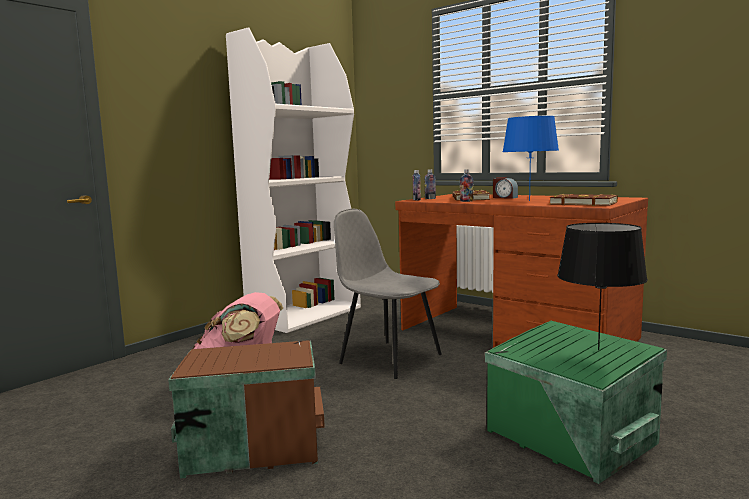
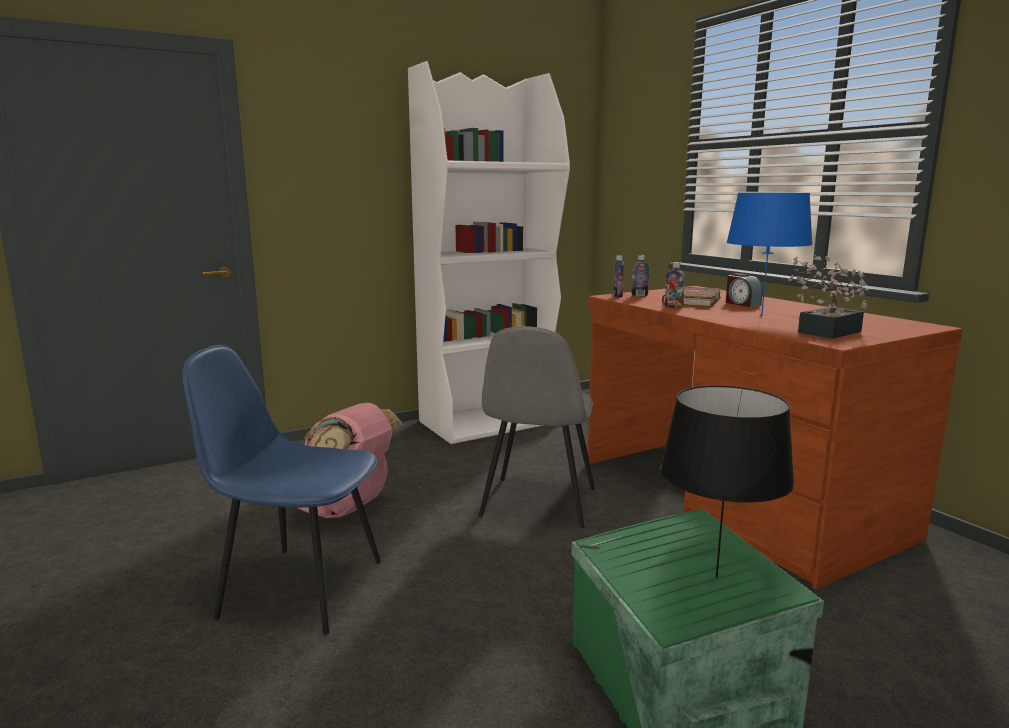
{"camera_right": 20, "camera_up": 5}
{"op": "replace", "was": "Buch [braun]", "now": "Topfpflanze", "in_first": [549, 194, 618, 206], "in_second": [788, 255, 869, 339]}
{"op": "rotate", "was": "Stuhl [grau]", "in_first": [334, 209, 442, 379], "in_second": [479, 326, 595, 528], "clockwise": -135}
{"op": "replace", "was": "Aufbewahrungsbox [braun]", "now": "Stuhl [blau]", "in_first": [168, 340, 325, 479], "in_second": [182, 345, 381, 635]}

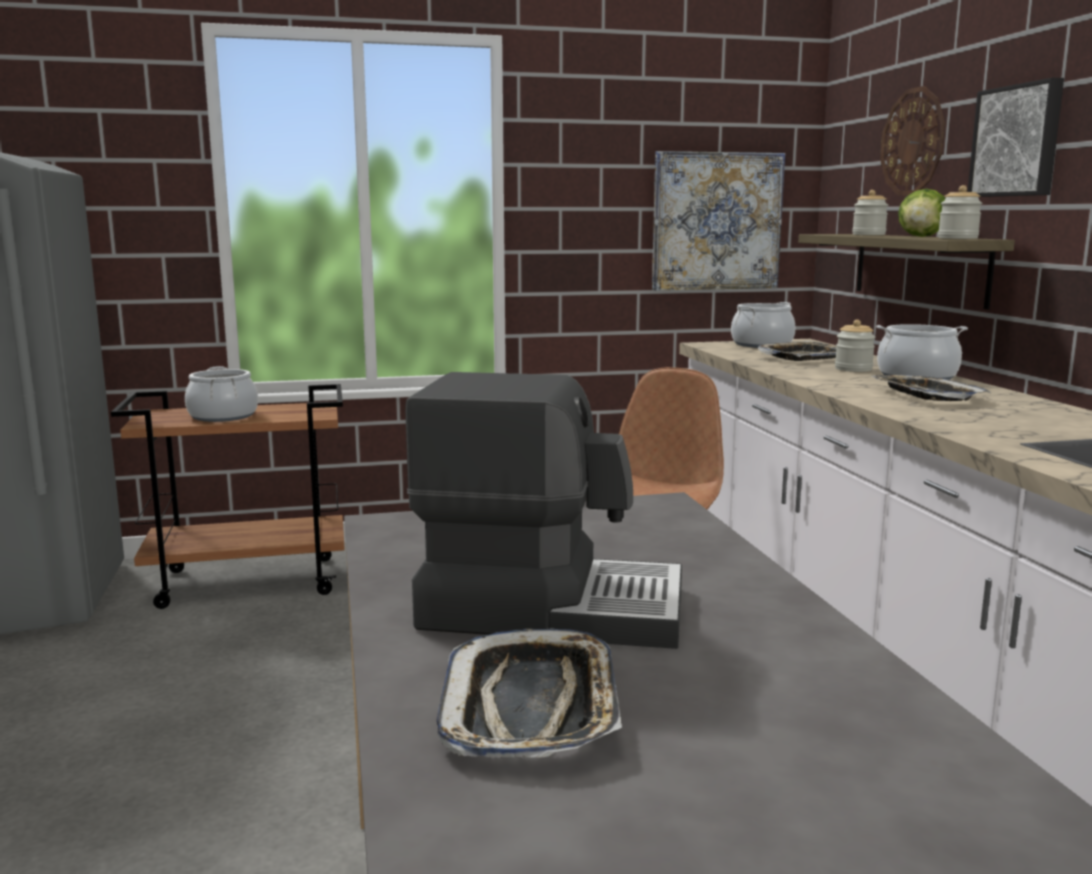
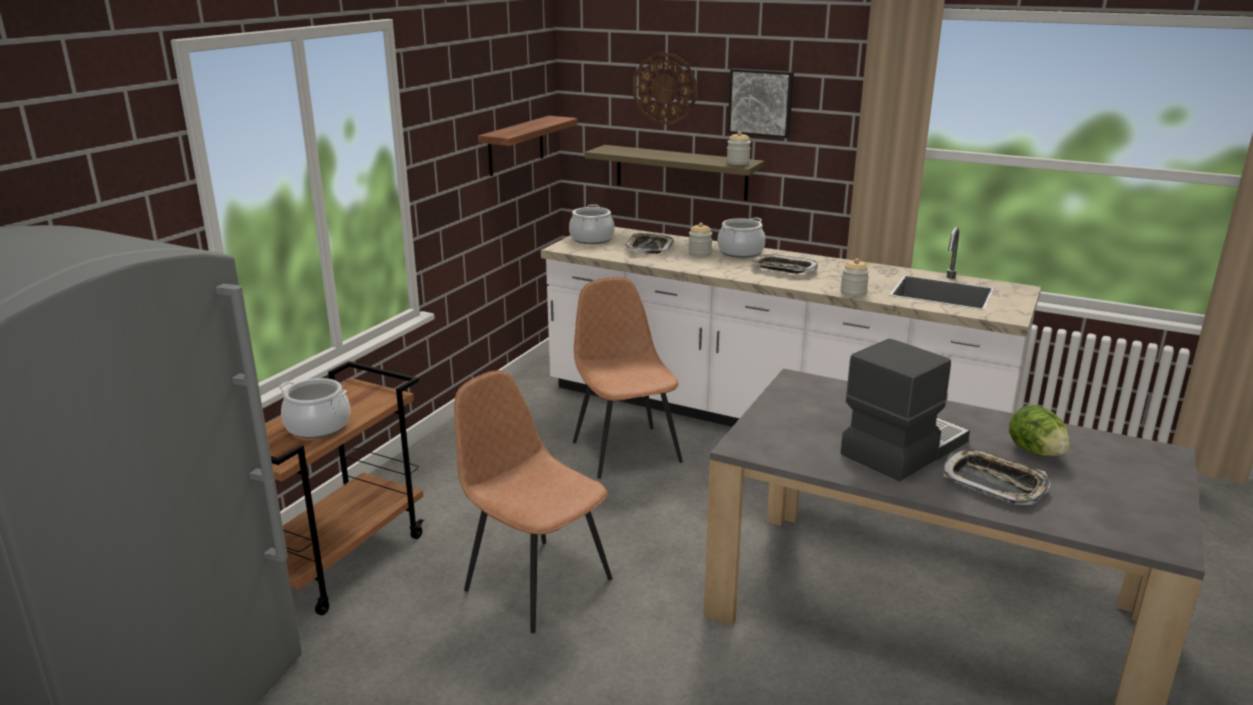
{"camera_right": -50, "camera_up": 10}
{"op": "replace", "was": "Bild", "now": "Wandregal", "in_first": [652, 151, 785, 290], "in_second": [478, 116, 578, 176]}
{"op": "move", "was": "Salatkopf", "in_first": [898, 189, 945, 237], "in_second": [1009, 405, 1070, 456]}
{"op": "move", "was": "Vorratsglas", "in_first": [852, 190, 888, 235], "in_second": [840, 258, 869, 297]}
{"op": "insert", "now": "Stuhl [braun]", "in_second": [454, 370, 612, 633]}

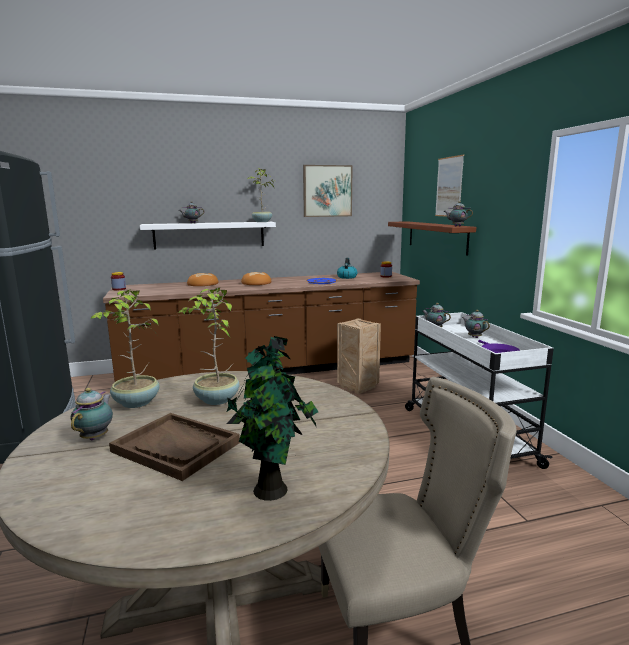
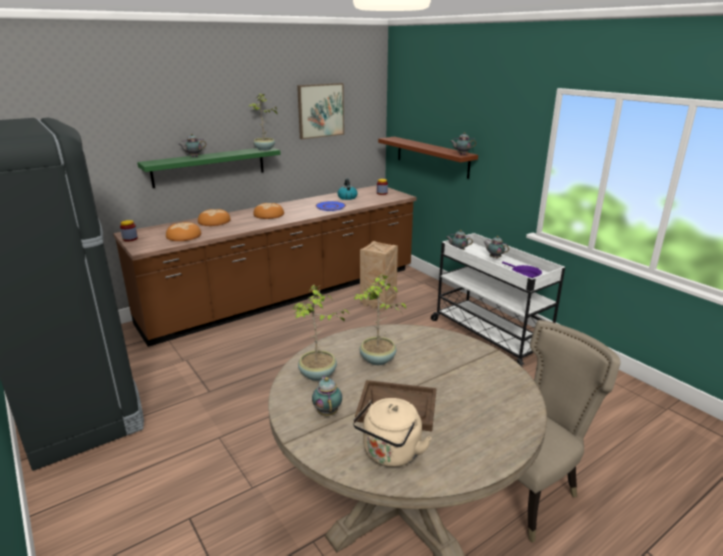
{"camera_right": -20, "camera_up": 10}
{"op": "delete", "was": "Bild", "in_first": [435, 155, 464, 217]}
{"op": "recolor", "was": "Wandregal [weiß]", "now": "Wandregal [grün]", "in_first": [140, 222, 276, 250], "in_second": [137, 147, 281, 188]}
{"op": "delete", "was": "Topfpflanze", "in_first": [227, 336, 318, 501]}
{"op": "insert", "now": "Brot", "in_second": [166, 222, 201, 241]}
{"op": "insert", "now": "Wasserkessel [beige]", "in_second": [353, 398, 432, 467]}

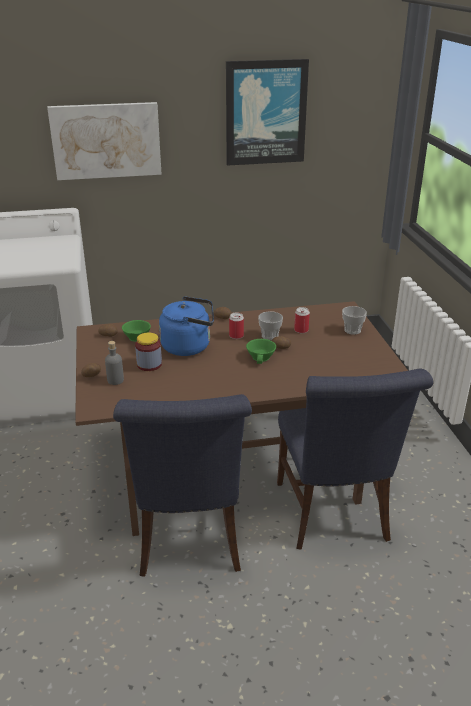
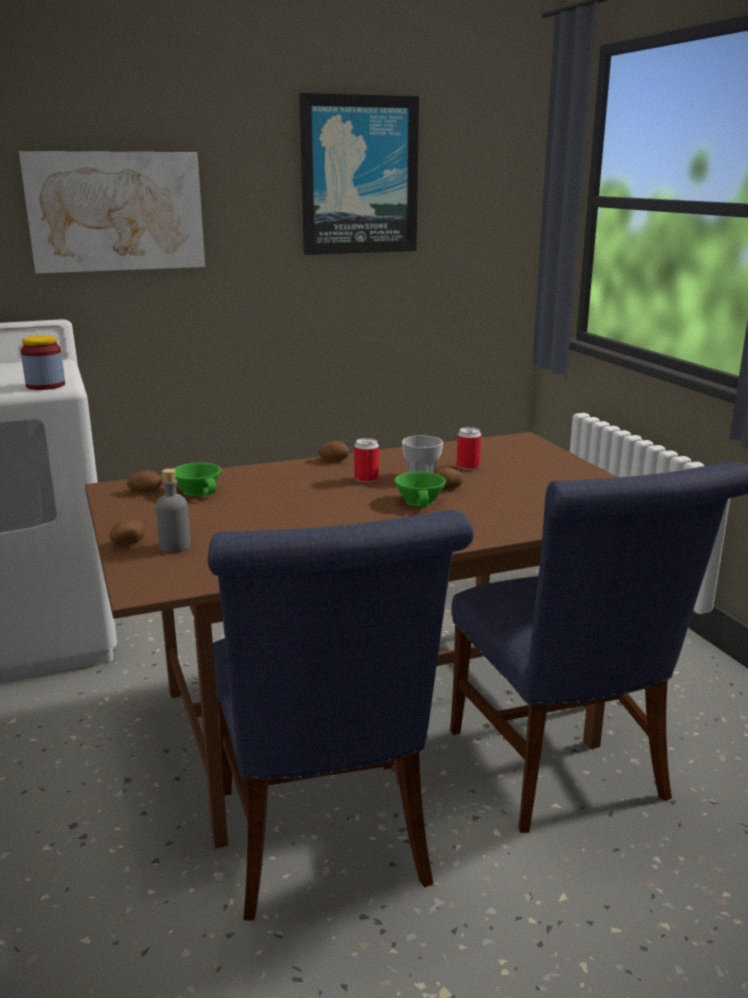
{"camera_right": -10, "camera_up": -10}
{"op": "delete", "was": "Wasserkessel [blau]", "in_first": [159, 296, 214, 356]}
{"op": "delete", "was": "Tasse", "in_first": [342, 306, 367, 335]}
{"op": "move", "was": "Vorratsglas", "in_first": [135, 332, 162, 371], "in_second": [21, 335, 65, 390]}

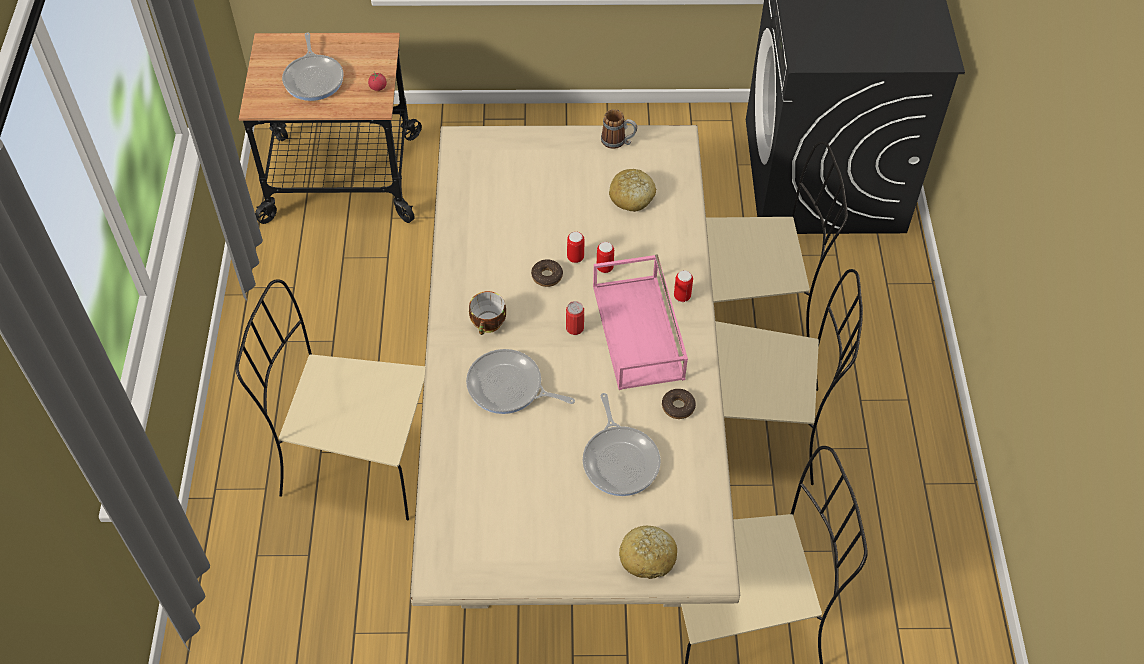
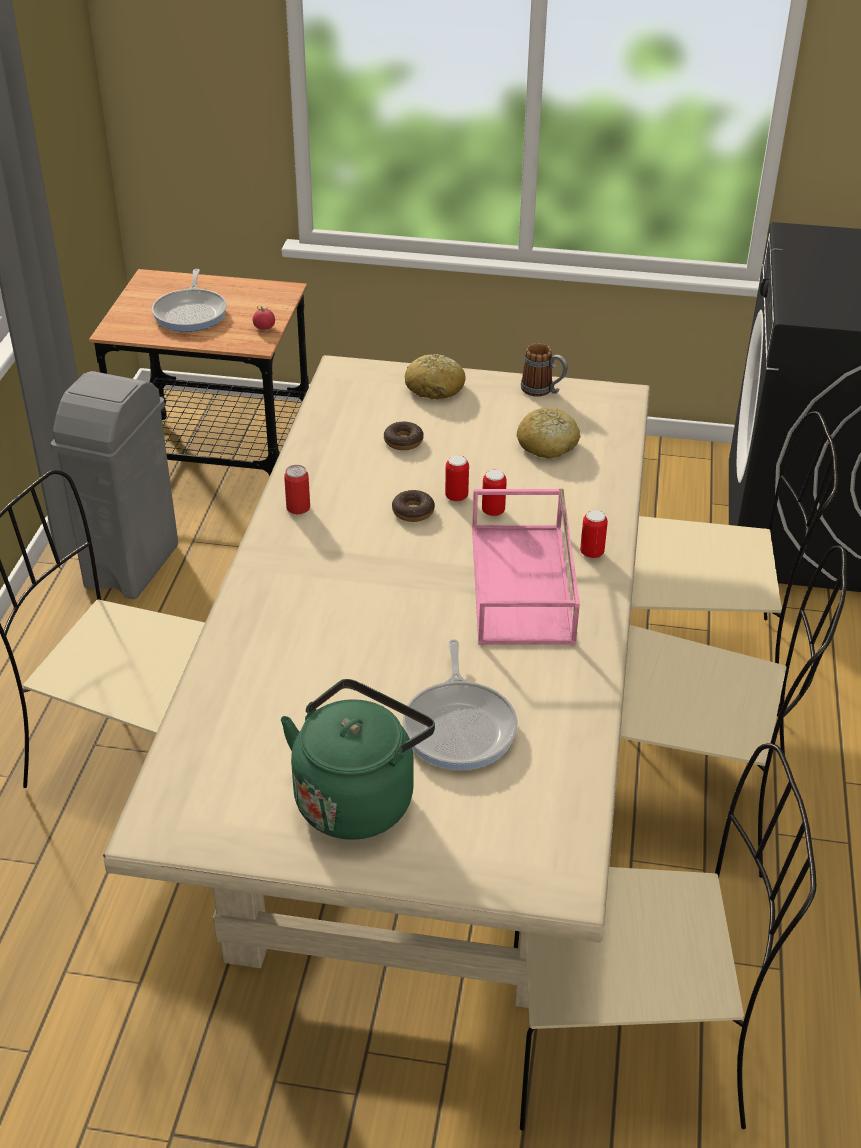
{"camera_right": 10, "camera_up": -15}
{"op": "delete", "was": "Tasse", "in_first": [469, 291, 506, 335]}
{"op": "move", "was": "Dose", "in_first": [566, 301, 584, 335], "in_second": [284, 465, 310, 514]}
{"op": "delete", "was": "Pfanne", "in_first": [466, 349, 575, 414]}
{"op": "move", "was": "Donut", "in_first": [662, 389, 696, 419], "in_second": [384, 421, 424, 450]}
{"op": "move", "was": "Brot", "in_first": [619, 525, 677, 579], "in_second": [405, 354, 466, 400]}
{"op": "insert", "now": "Mülleimer [grau]", "in_second": [51, 371, 178, 599]}
{"op": "insert", "now": "Wasserkessel [grün]", "in_second": [281, 679, 435, 840]}

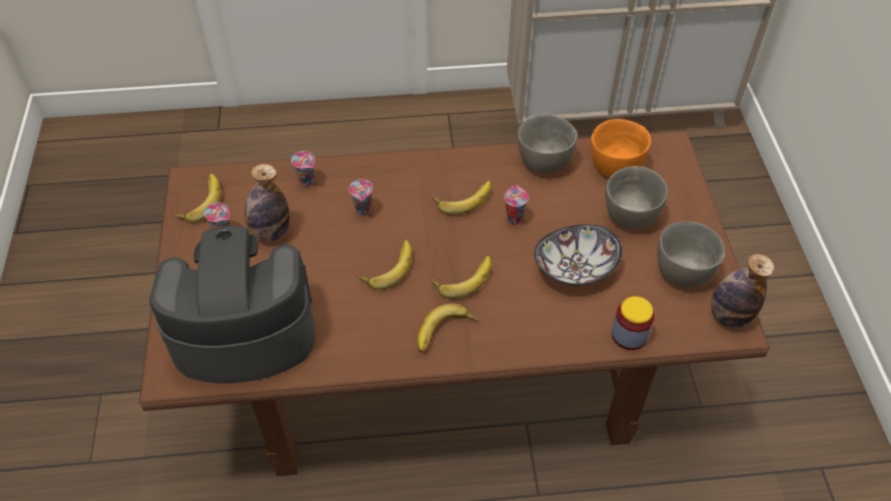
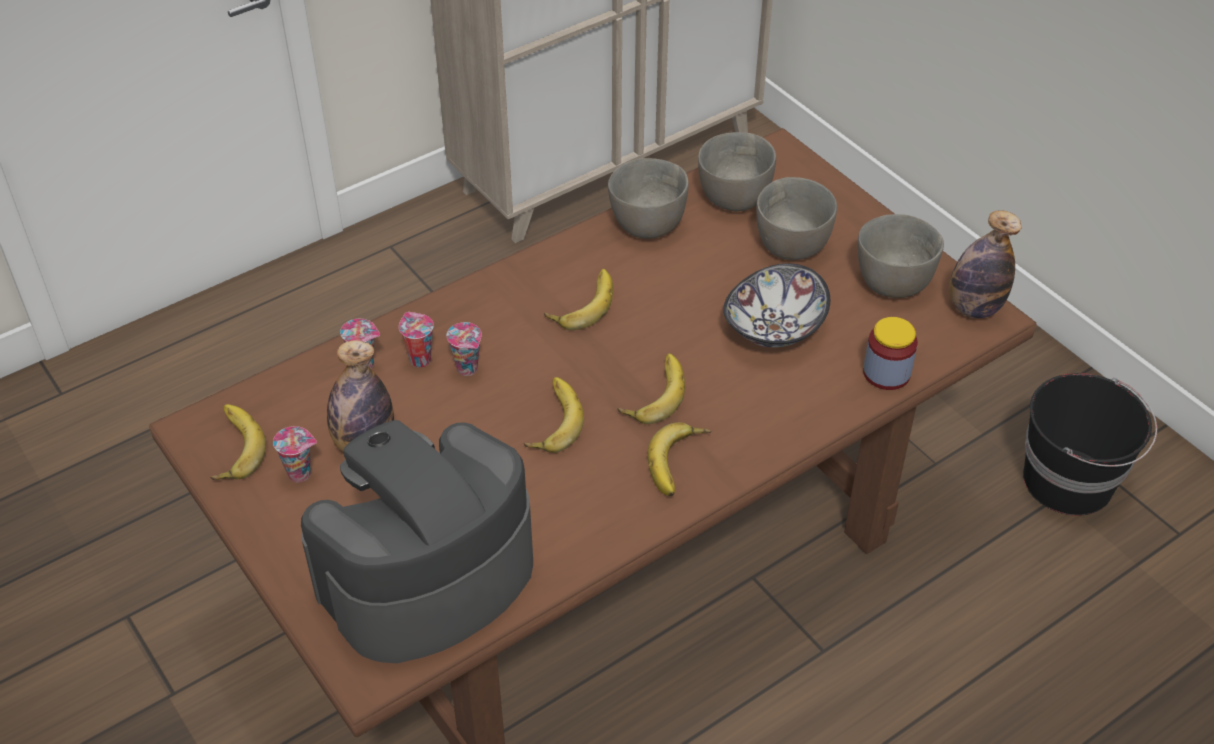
{"camera_right": -30, "camera_up": -5}
{"op": "recolor", "was": "Schüssel [orange]", "now": "Schüssel [grau]", "in_first": [591, 119, 651, 178], "in_second": [698, 132, 776, 211]}
{"op": "move", "was": "Tasse", "in_first": [504, 185, 529, 225], "in_second": [399, 312, 434, 367]}
{"op": "insert", "now": "Eimer [schwarz]", "in_second": [1023, 373, 1157, 515]}

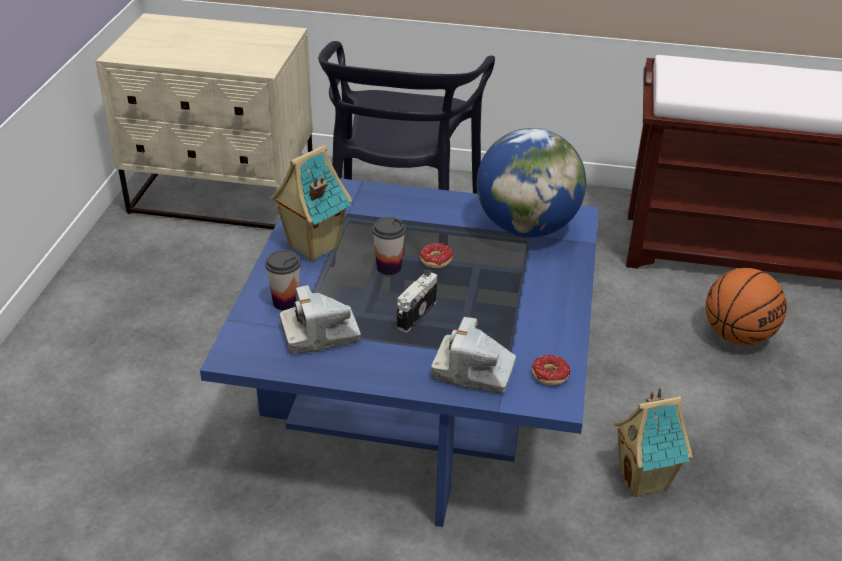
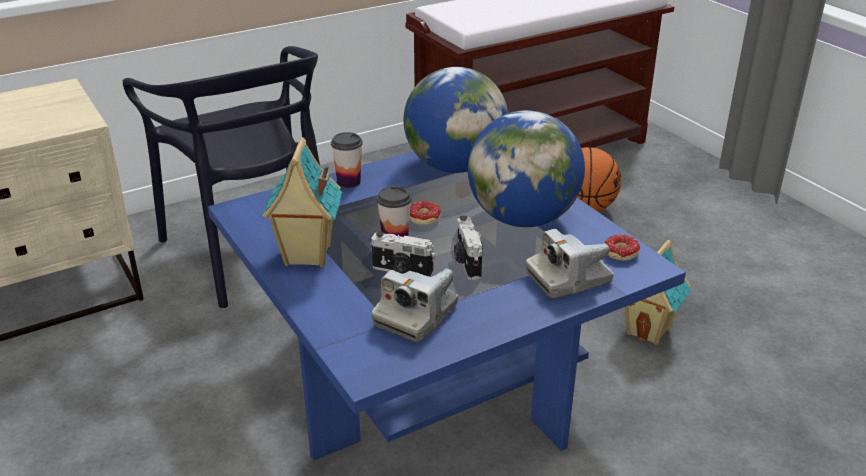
{"camera_right": -40, "camera_up": -5}
{"op": "move", "was": "Tasse", "in_first": [265, 250, 301, 311], "in_second": [331, 132, 363, 188]}
{"op": "insert", "now": "Globus", "in_second": [468, 110, 585, 227]}
{"op": "insert", "now": "Kamera", "in_second": [370, 231, 435, 277]}

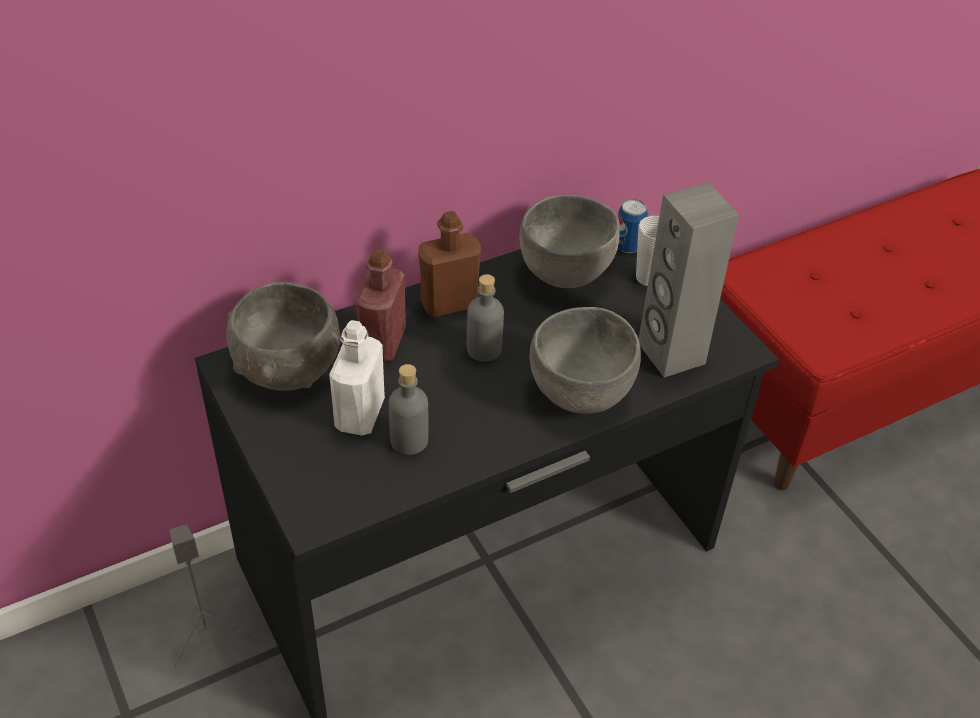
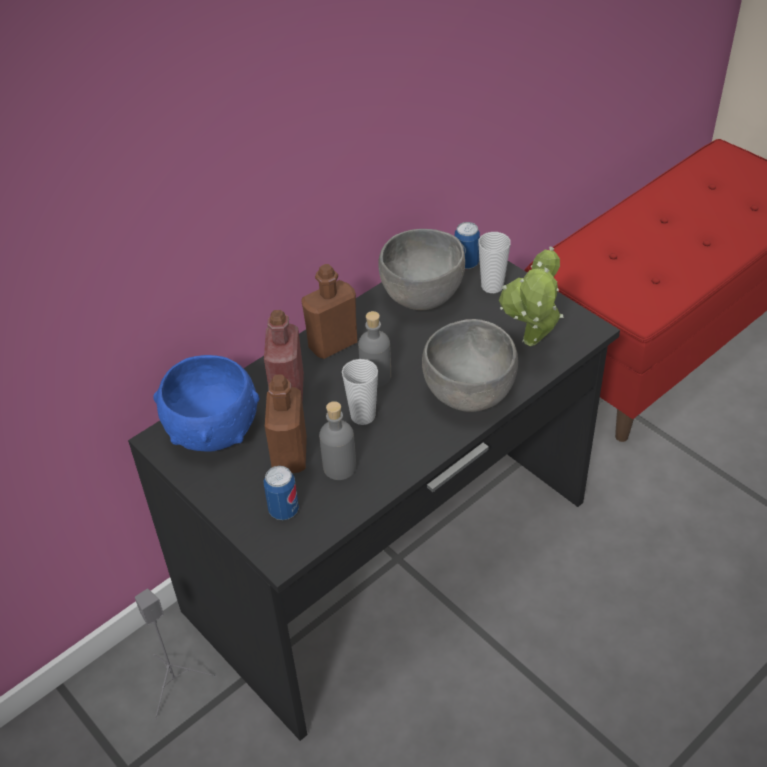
{"camera_right": -10, "camera_up": 0}
{"op": "replace", "was": "Lautsprecher [grau]", "now": "Topfpflanze", "in_first": [639, 182, 739, 378], "in_second": [499, 246, 564, 346]}
{"op": "recolor", "was": "Schüssel [grau]", "now": "Schüssel [blau]", "in_first": [226, 282, 340, 391], "in_second": [153, 355, 259, 452]}
{"op": "recolor", "was": "Flasche [weiß]", "now": "Flasche [braun]", "in_first": [329, 320, 385, 435], "in_second": [265, 374, 307, 473]}
{"op": "insert", "now": "Tasse", "in_second": [342, 359, 378, 425]}
{"op": "insert", "now": "Dose", "in_second": [263, 466, 299, 520]}

